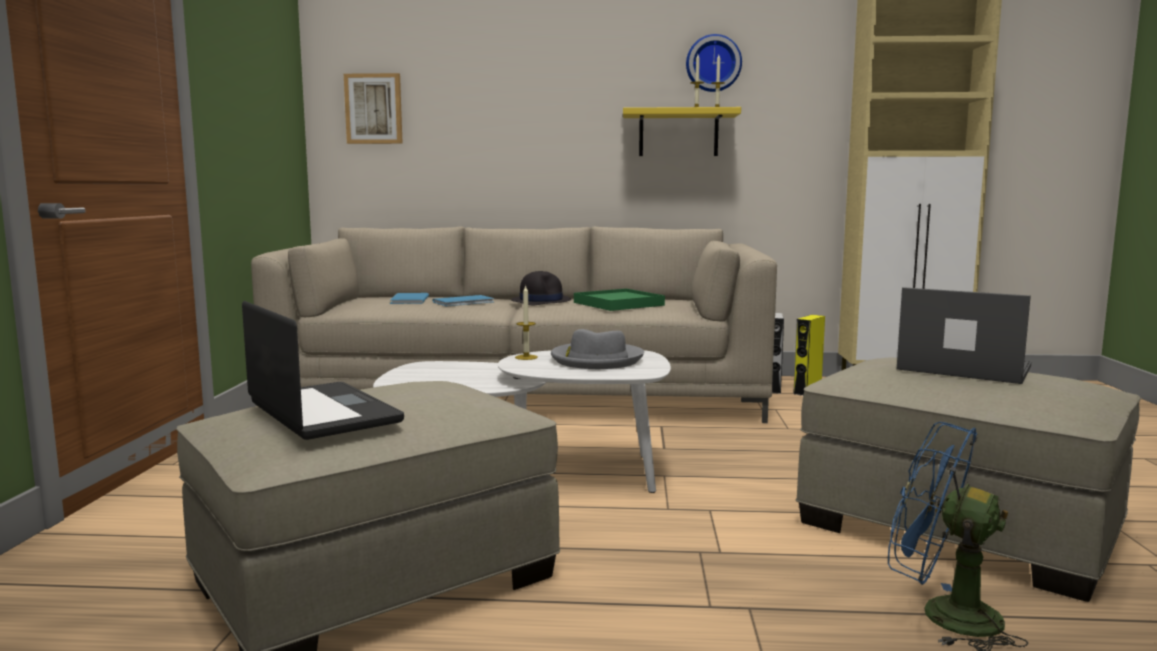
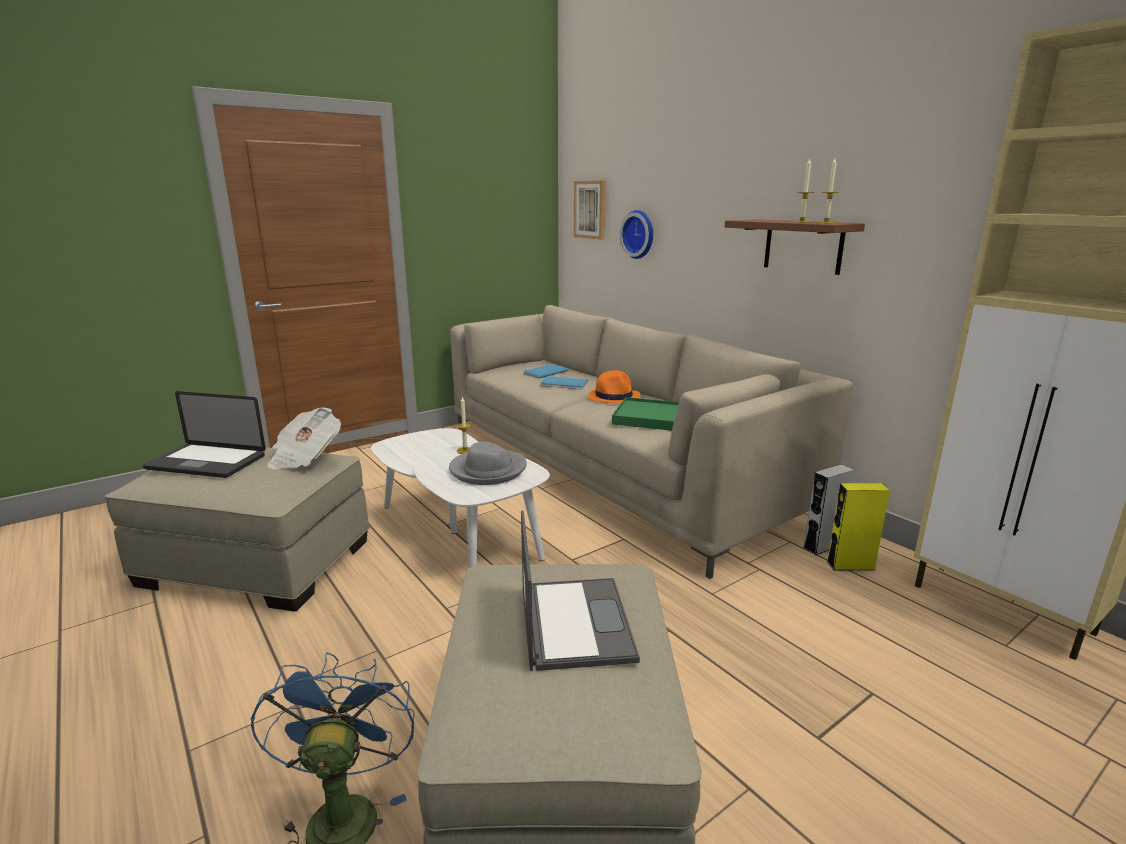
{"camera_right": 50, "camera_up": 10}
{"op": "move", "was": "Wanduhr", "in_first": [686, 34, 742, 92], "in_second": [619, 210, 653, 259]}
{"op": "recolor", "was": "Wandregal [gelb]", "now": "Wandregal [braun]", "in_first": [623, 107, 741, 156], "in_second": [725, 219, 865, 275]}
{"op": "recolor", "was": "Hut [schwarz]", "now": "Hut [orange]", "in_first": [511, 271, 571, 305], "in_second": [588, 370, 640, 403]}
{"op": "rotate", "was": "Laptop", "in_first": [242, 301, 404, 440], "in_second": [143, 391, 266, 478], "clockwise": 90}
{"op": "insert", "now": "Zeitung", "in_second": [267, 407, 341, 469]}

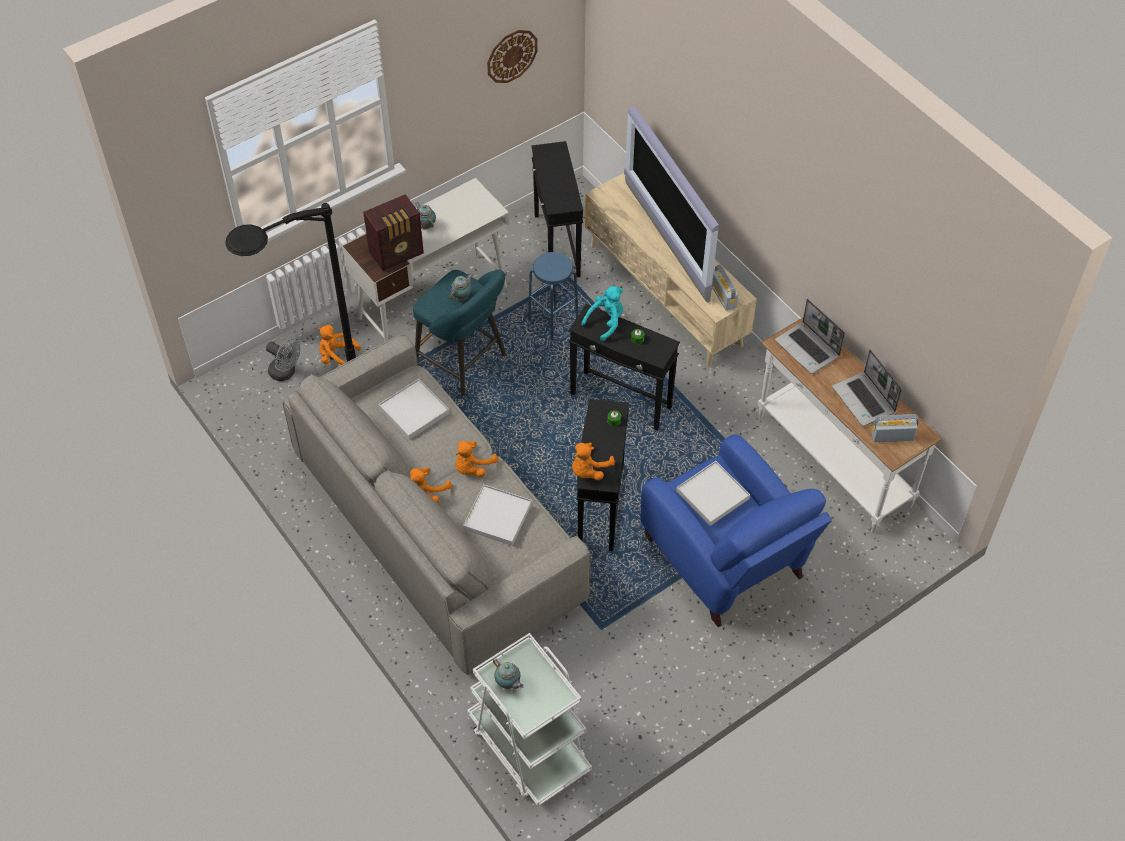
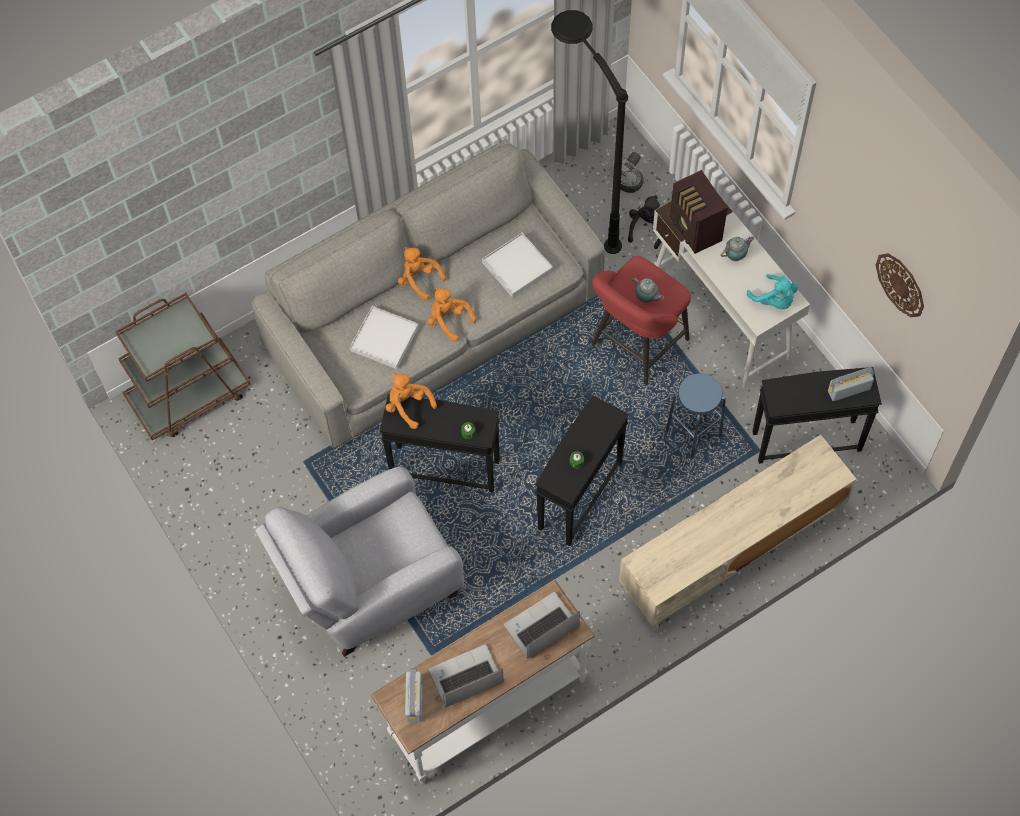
{"camera_right": 95, "camera_up": 10}
{"op": "delete", "was": "Fernseher", "in_first": [624, 105, 719, 303]}
{"op": "move", "was": "Radio", "in_first": [712, 265, 738, 311], "in_second": [828, 367, 874, 401]}
{"op": "recolor", "was": "Hocker [türkis]", "now": "Hocker [rot]", "in_first": [413, 270, 506, 396], "in_second": [592, 256, 691, 385]}
{"op": "move", "was": "Plüschtier [türkis]", "in_first": [581, 286, 623, 341], "in_second": [747, 274, 798, 310]}
{"op": "recolor", "was": "Plüschtier [orange]", "now": "Plüschtier [schwarz]", "in_first": [318, 325, 361, 365], "in_second": [628, 195, 662, 249]}
{"op": "recolor", "was": "Sessel [blau]", "now": "Sessel [grau]", "in_first": [640, 434, 832, 627], "in_second": [255, 466, 464, 657]}
{"op": "delete", "was": "Tablett [weiß]", "in_first": [676, 461, 750, 526]}
{"op": "recolor", "was": "Rollwagen [weiß]", "now": "Rollwagen [braun]", "in_first": [467, 633, 592, 806], "in_second": [115, 293, 251, 440]}
{"op": "delete", "was": "Teekanne", "in_first": [493, 659, 524, 689]}

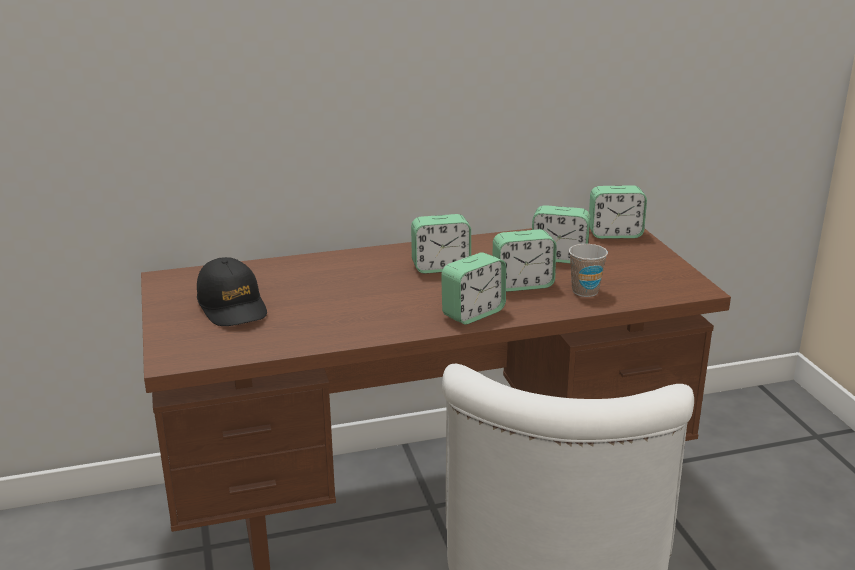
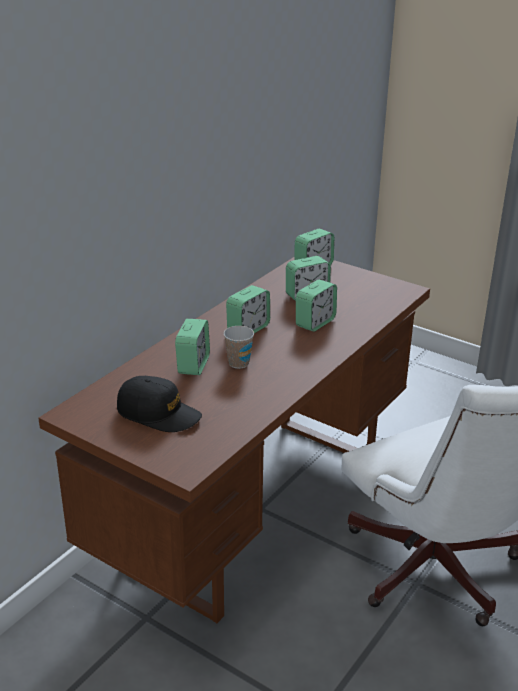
{"camera_right": -40, "camera_up": 5}
{"op": "move", "was": "Tasse", "in_first": [569, 244, 608, 297], "in_second": [224, 326, 254, 369]}
{"op": "move", "was": "Wecker", "in_first": [441, 252, 506, 324], "in_second": [175, 319, 210, 375]}

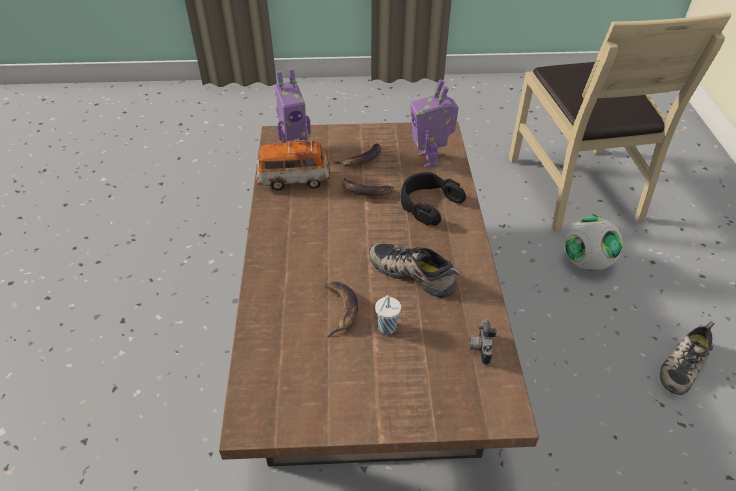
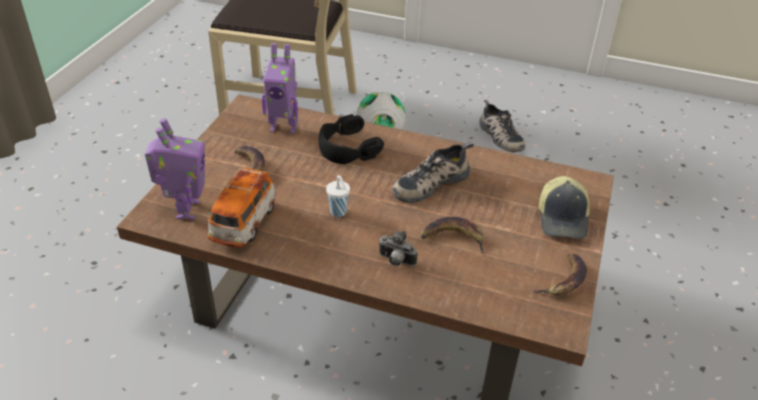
{"camera_right": -70, "camera_up": -5}
{"op": "move", "was": "Banane", "in_first": [342, 178, 394, 196], "in_second": [534, 254, 587, 295]}
{"op": "move", "was": "Tasse [weiß]", "in_first": [375, 295, 401, 335], "in_second": [326, 175, 350, 217]}
{"op": "move", "was": "Kamera", "in_first": [469, 319, 497, 365], "in_second": [378, 231, 417, 266]}
{"op": "insert", "now": "Kappe", "in_second": [539, 176, 590, 239]}

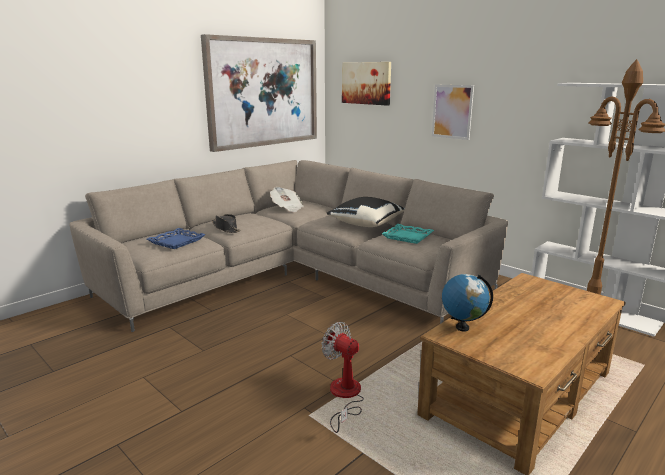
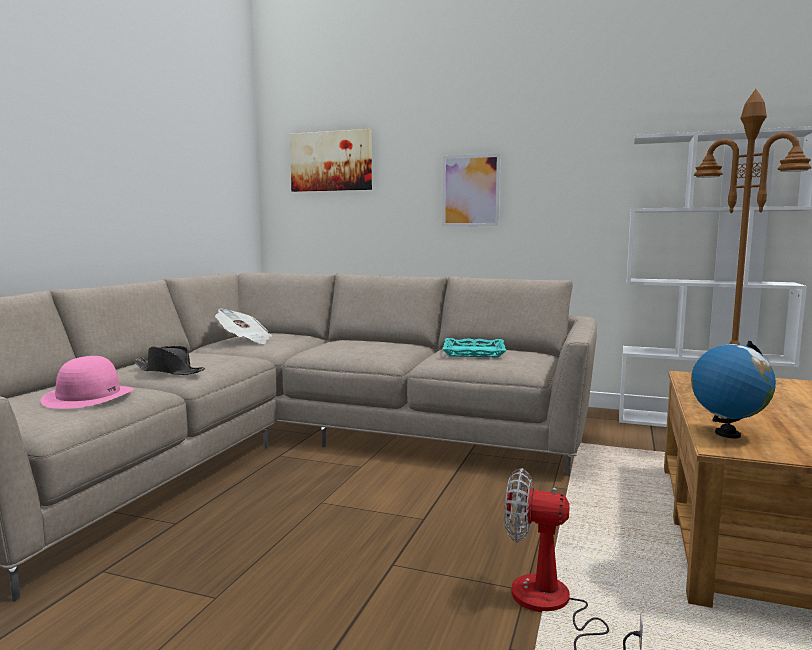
{"camera_right": -25, "camera_up": -10}
{"op": "delete", "was": "Bild", "in_first": [201, 34, 317, 152]}
{"op": "delete", "was": "Kissen [schwarz]", "in_first": [327, 197, 405, 227]}
{"op": "replace", "was": "Tablett [blau]", "now": "Hut [rosa]", "in_first": [147, 228, 206, 249], "in_second": [41, 356, 134, 409]}

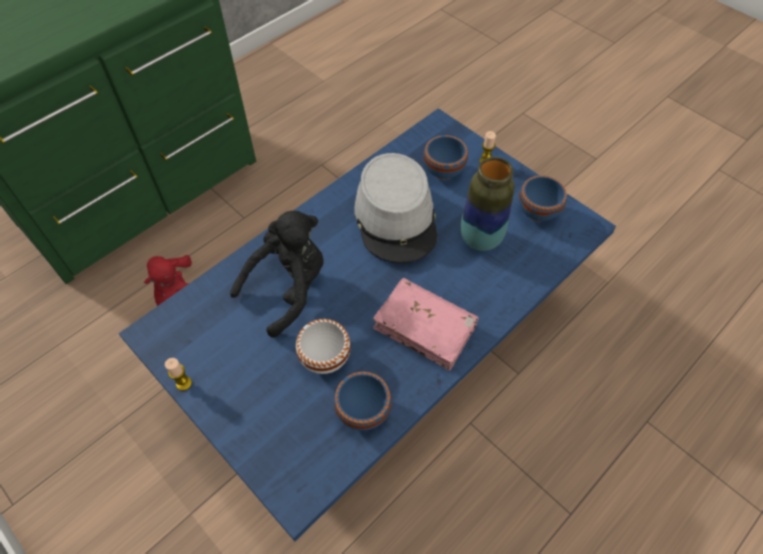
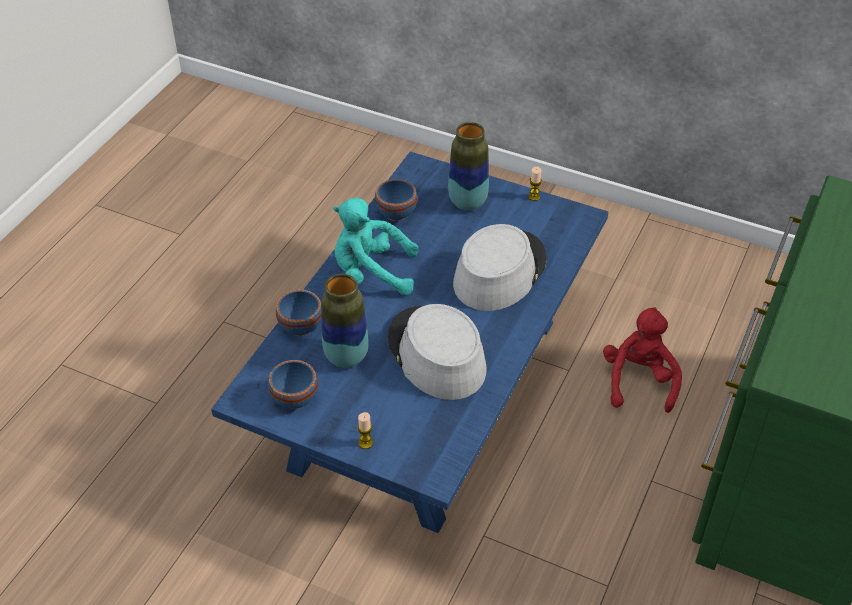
{"camera_right": 160, "camera_up": -10}
{"op": "move", "was": "Schüssel [blau]", "in_first": [423, 135, 468, 180], "in_second": [276, 290, 321, 336]}
{"op": "replace", "was": "Plüschtier [schwarz]", "now": "Hut [grau]", "in_first": [230, 211, 324, 338], "in_second": [453, 224, 547, 311]}
{"op": "replace", "was": "Buch [rosa]", "now": "Plüschtier [türkis]", "in_first": [373, 278, 479, 371], "in_second": [333, 198, 418, 295]}
{"op": "delete", "was": "Schüssel [weiß]", "in_first": [296, 319, 351, 374]}
{"op": "insert", "now": "Vase", "in_second": [448, 122, 489, 211]}

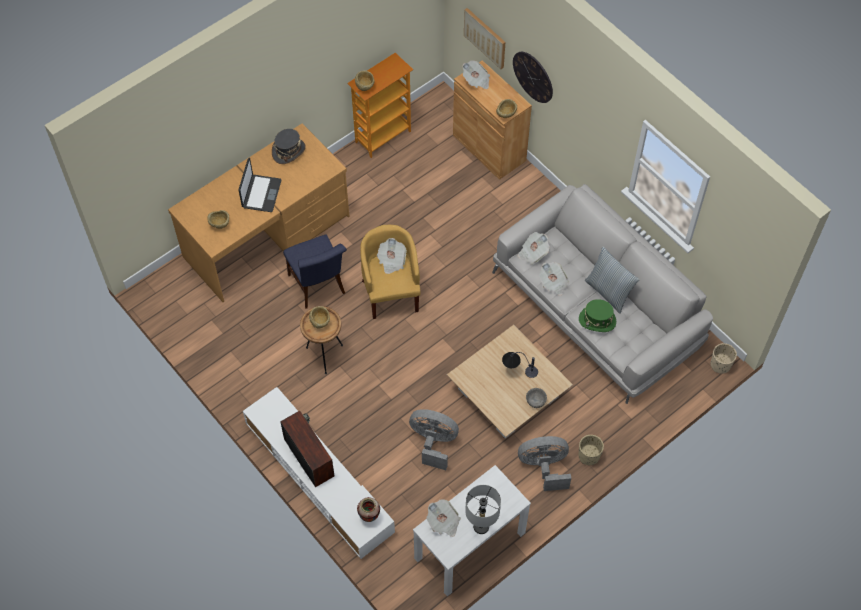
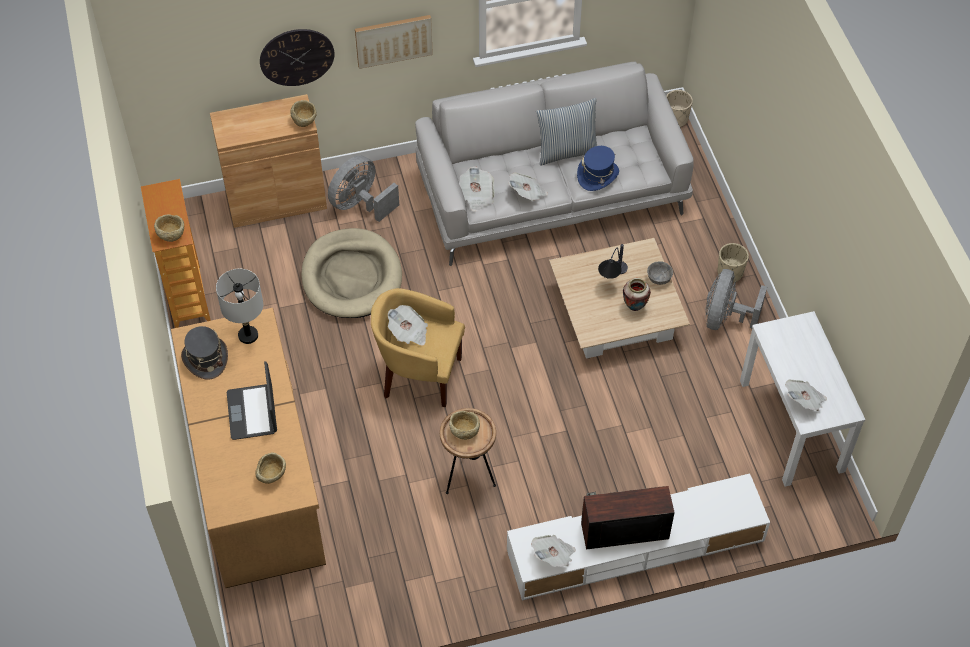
{"camera_right": -65, "camera_up": -5}
{"op": "move", "was": "Bild", "in_first": [464, 8, 505, 69], "in_second": [355, 15, 433, 69]}
{"op": "move", "was": "Zeitung", "in_first": [462, 60, 490, 89], "in_second": [531, 535, 576, 567]}
{"op": "rotate", "was": "Laptop", "in_first": [239, 158, 282, 212], "in_second": [227, 361, 277, 440], "clockwise": -135}
{"op": "delete", "was": "Stuhl [blau]", "in_first": [283, 235, 347, 309]}
{"op": "recolor", "was": "Hut [grün]", "now": "Hut [blau]", "in_first": [579, 299, 616, 332], "in_second": [577, 146, 619, 191]}
{"op": "move", "was": "Ventilator [grau]", "in_first": [409, 409, 459, 470], "in_second": [328, 155, 399, 222]}
{"op": "move", "was": "Tischlampe [grau]", "in_first": [465, 485, 501, 534], "in_second": [216, 269, 263, 344]}
{"op": "move", "was": "Vase", "in_first": [357, 497, 380, 522], "in_second": [623, 278, 651, 311]}
{"op": "insert", "now": "Hundebett [beige]", "in_second": [301, 228, 402, 318]}

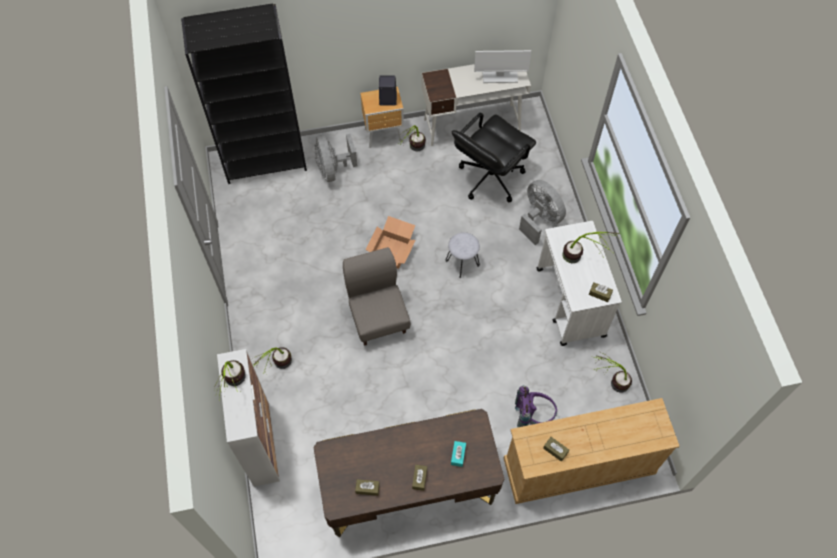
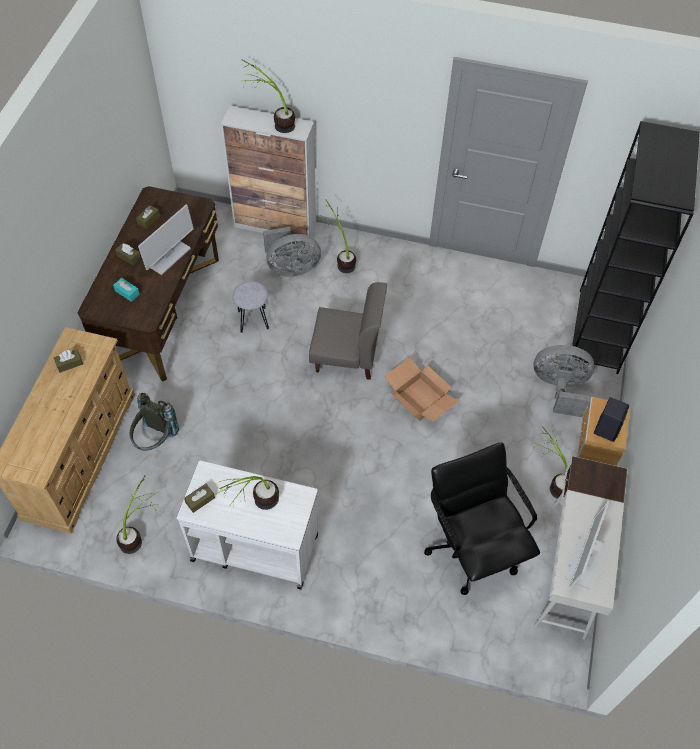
{"camera_right": 115, "camera_up": -5}
{"op": "move", "was": "Ventilator [grau]", "in_first": [519, 180, 566, 245], "in_second": [263, 227, 321, 277]}
{"op": "move", "was": "Hocker [grau]", "in_first": [446, 232, 480, 278], "in_second": [232, 281, 269, 333]}
{"op": "recolor", "was": "Rucksack [lila]", "now": "Rucksack [grau]", "in_first": [515, 386, 557, 427], "in_second": [130, 393, 179, 451]}
{"op": "insert", "now": "Monitor", "in_second": [138, 204, 194, 275]}

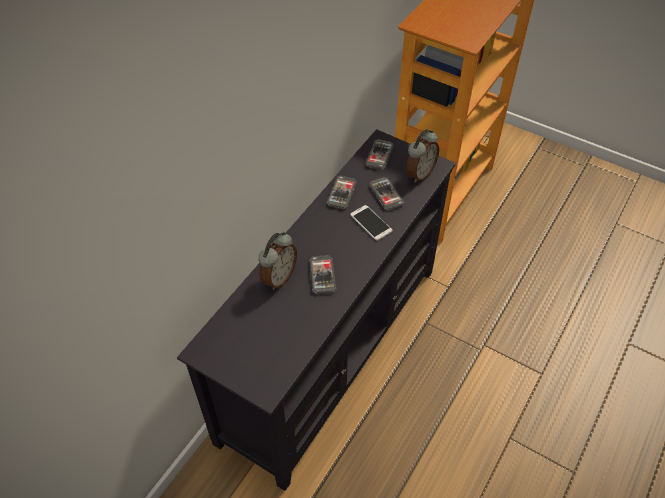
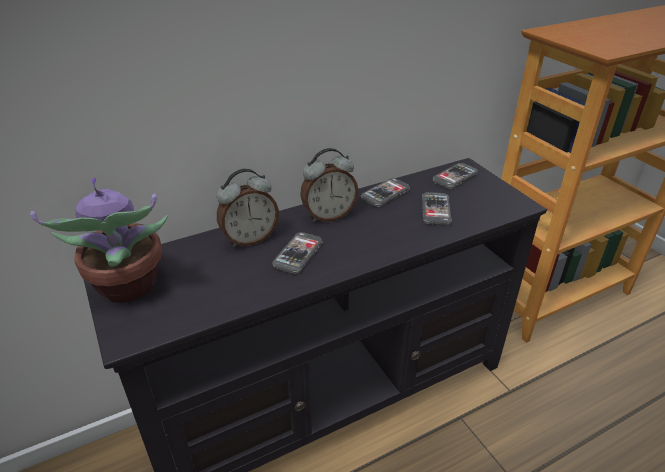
{"camera_right": 30, "camera_up": -15}
{"op": "move", "was": "Wecker", "in_first": [406, 129, 439, 183], "in_second": [300, 148, 359, 222]}
{"op": "delete", "was": "Handy", "in_first": [350, 205, 392, 241]}
{"op": "insert", "now": "Topfpflanze", "in_second": [30, 178, 167, 303]}

